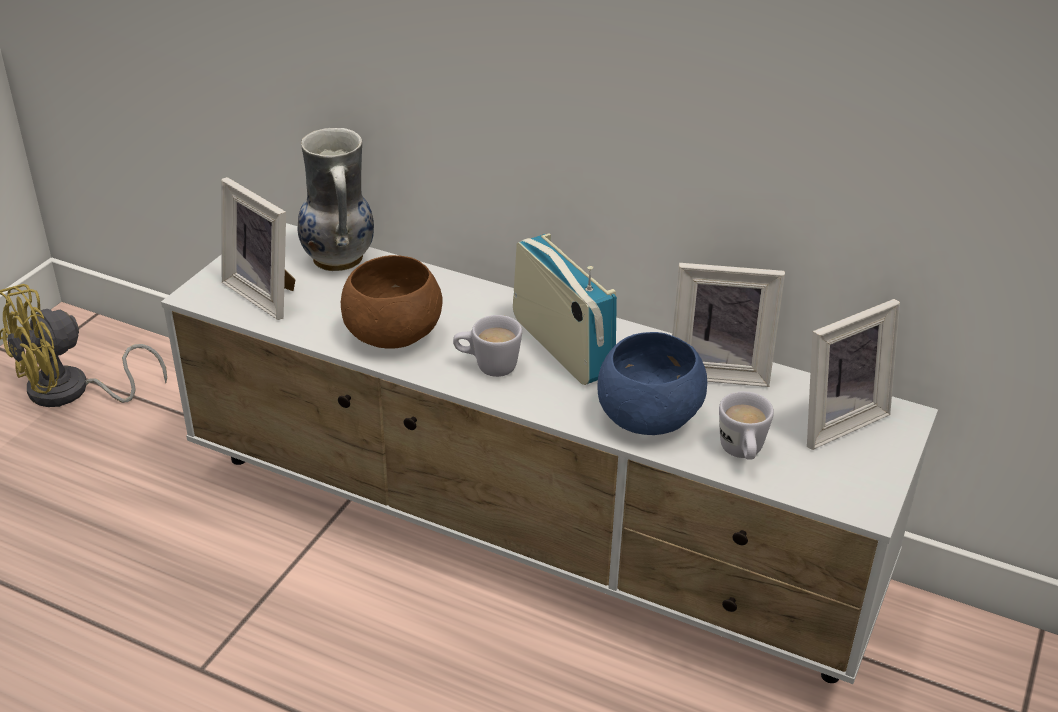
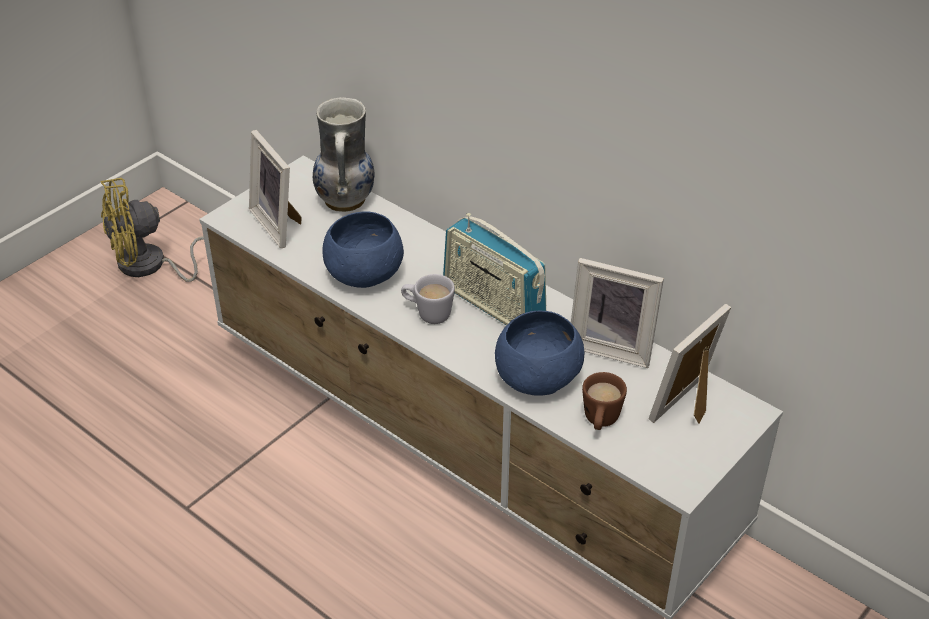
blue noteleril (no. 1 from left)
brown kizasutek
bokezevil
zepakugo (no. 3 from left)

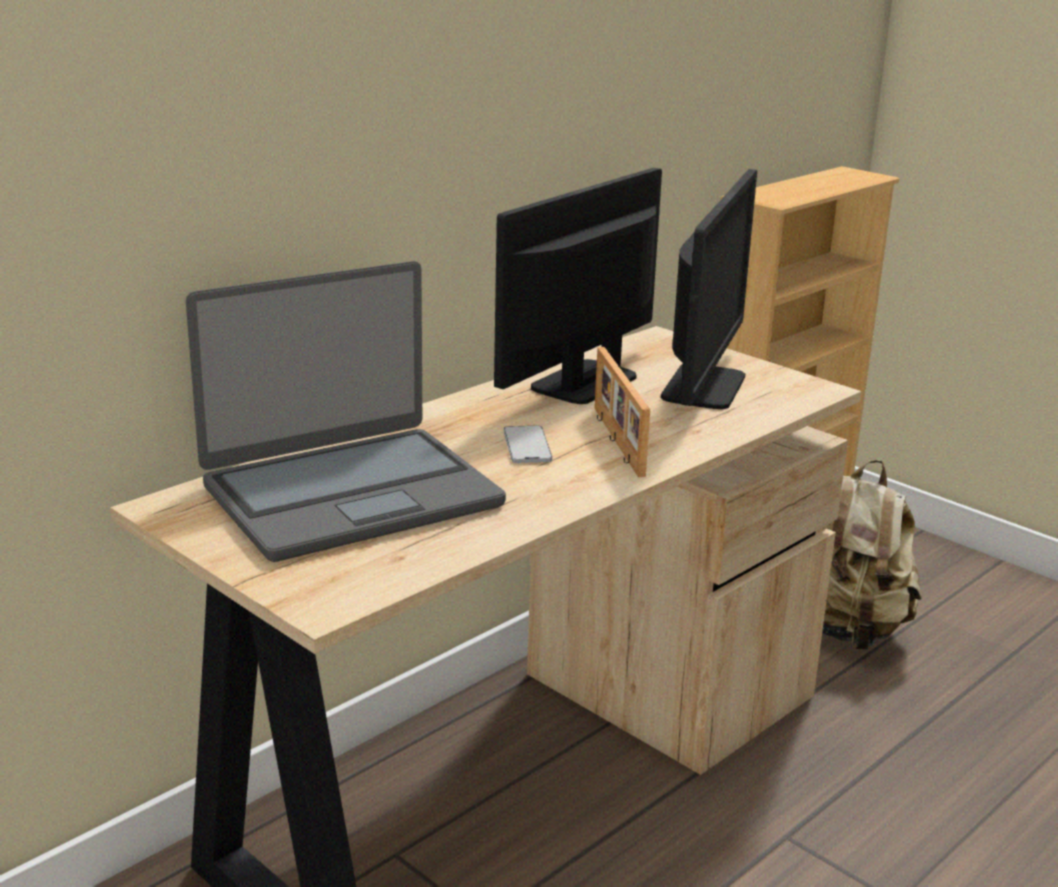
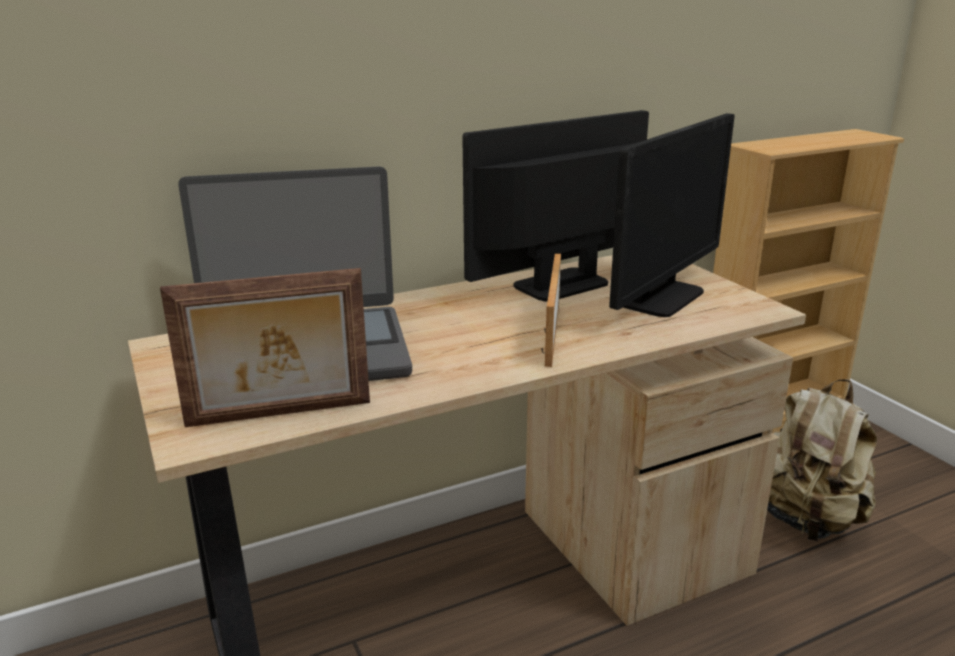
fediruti
zepakugo (no. 1 from left)

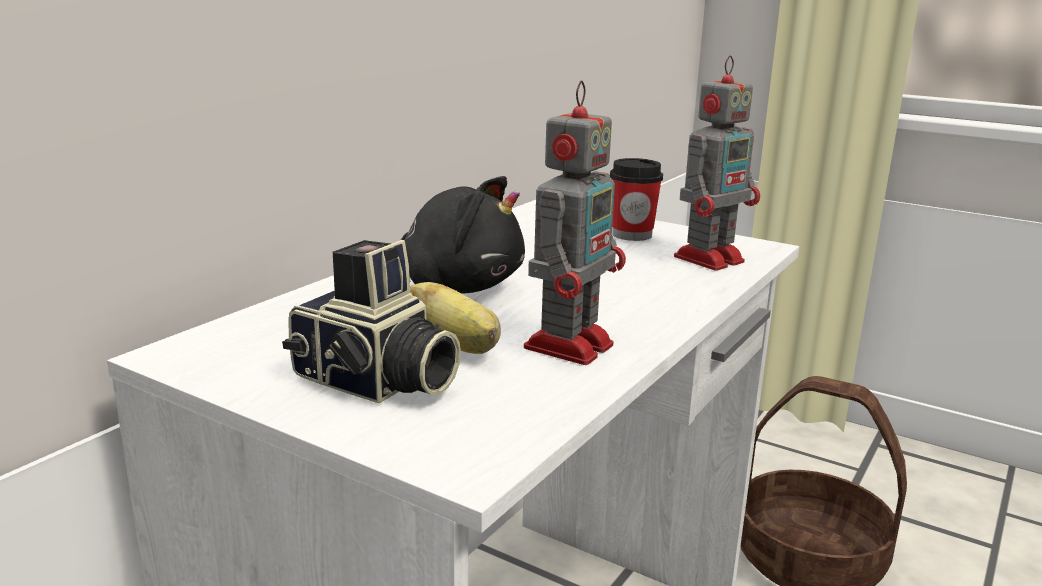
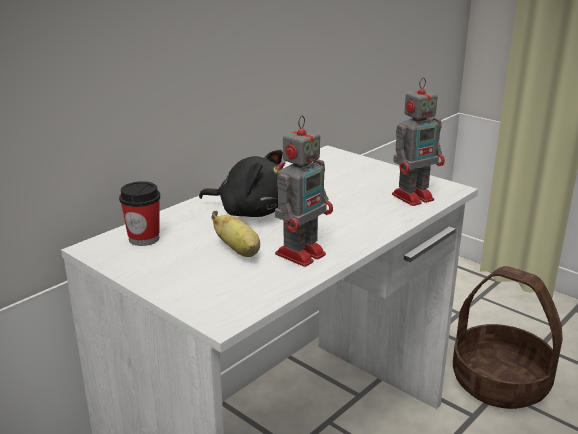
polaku
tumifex

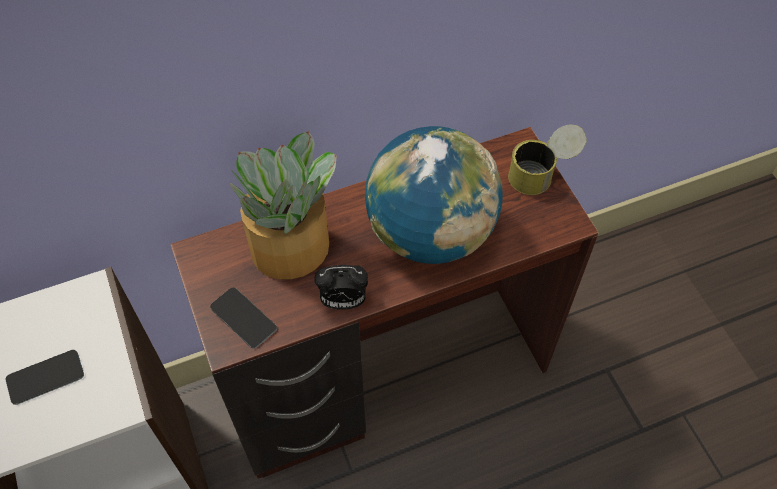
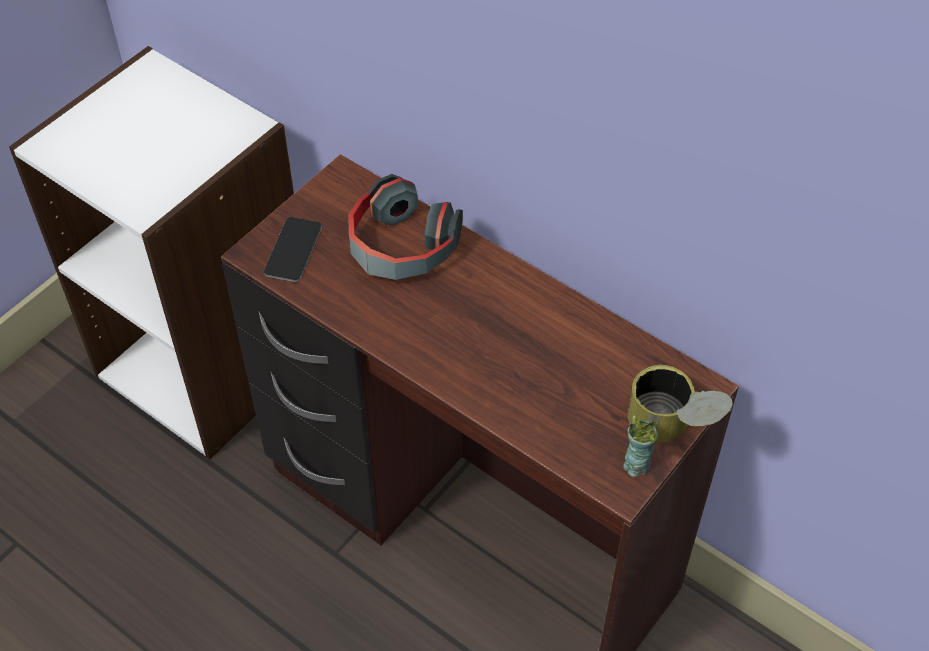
fediruti (no. 1 from left in the first image)
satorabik
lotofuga
tumifex
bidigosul

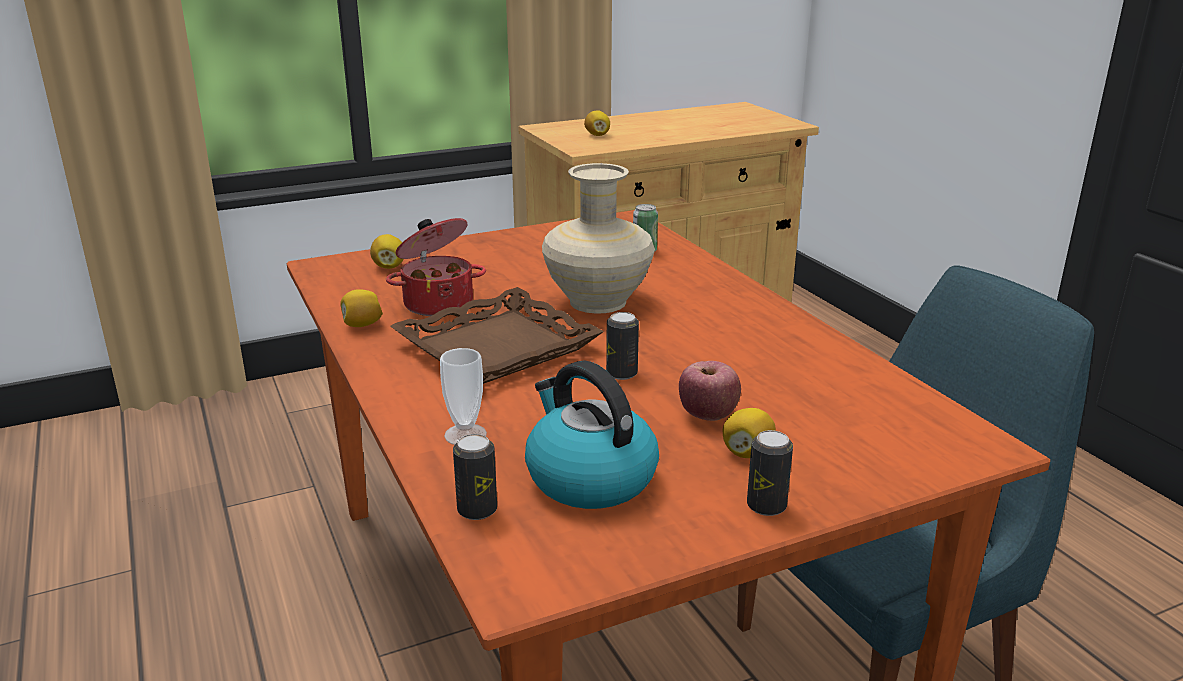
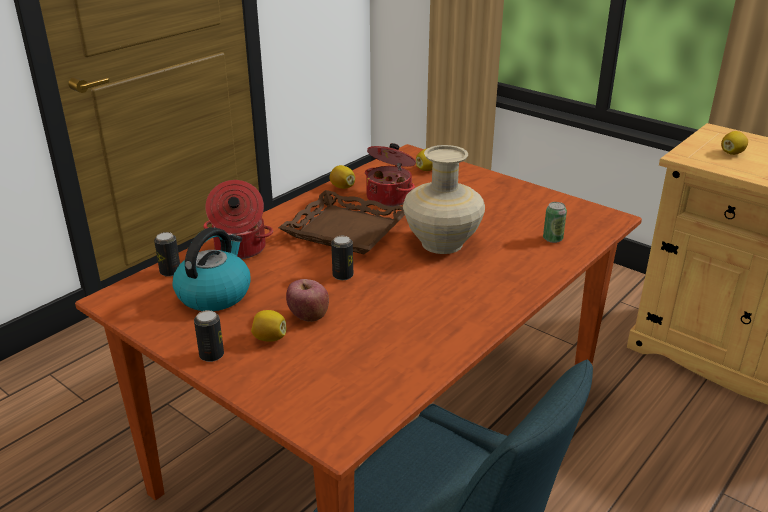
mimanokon (no. 1 from left)

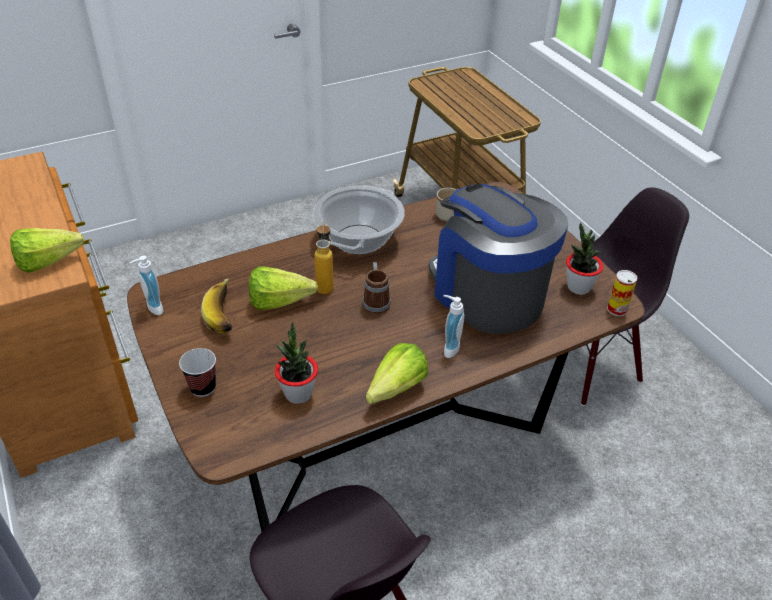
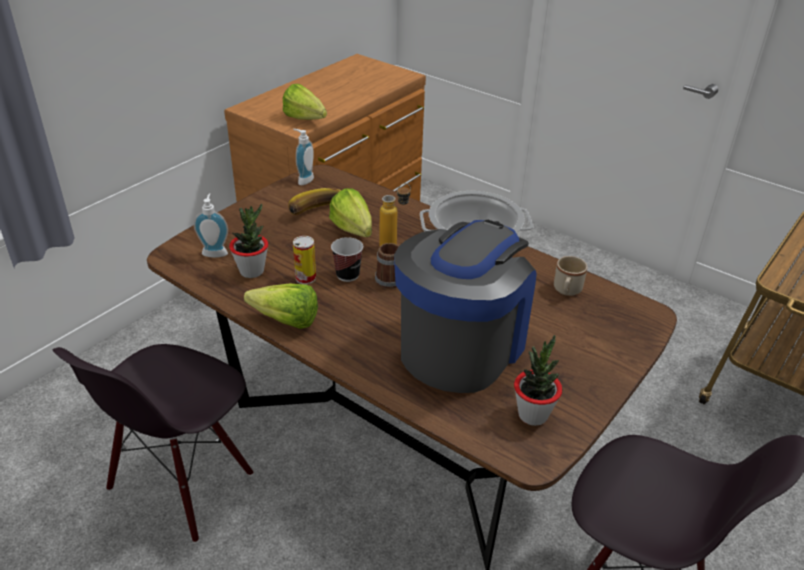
tumifex
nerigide (no. 1 from left)
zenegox

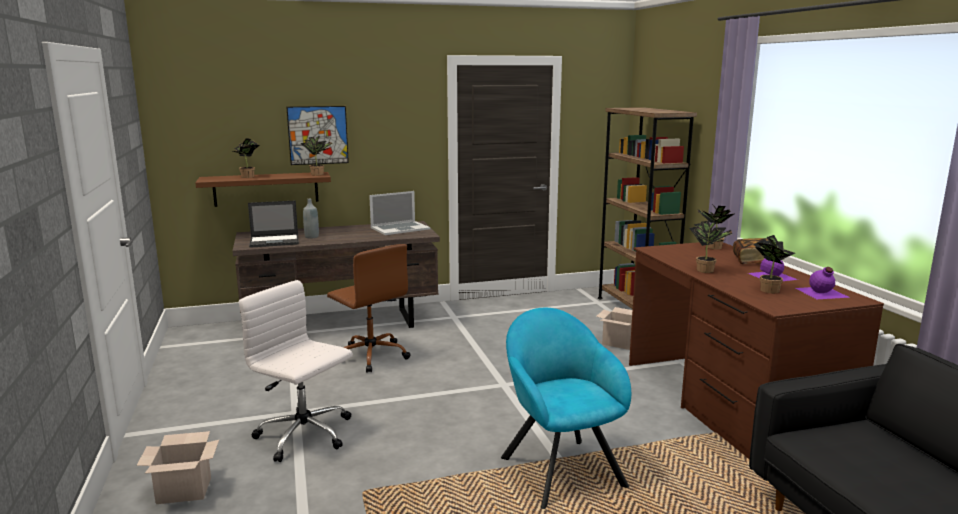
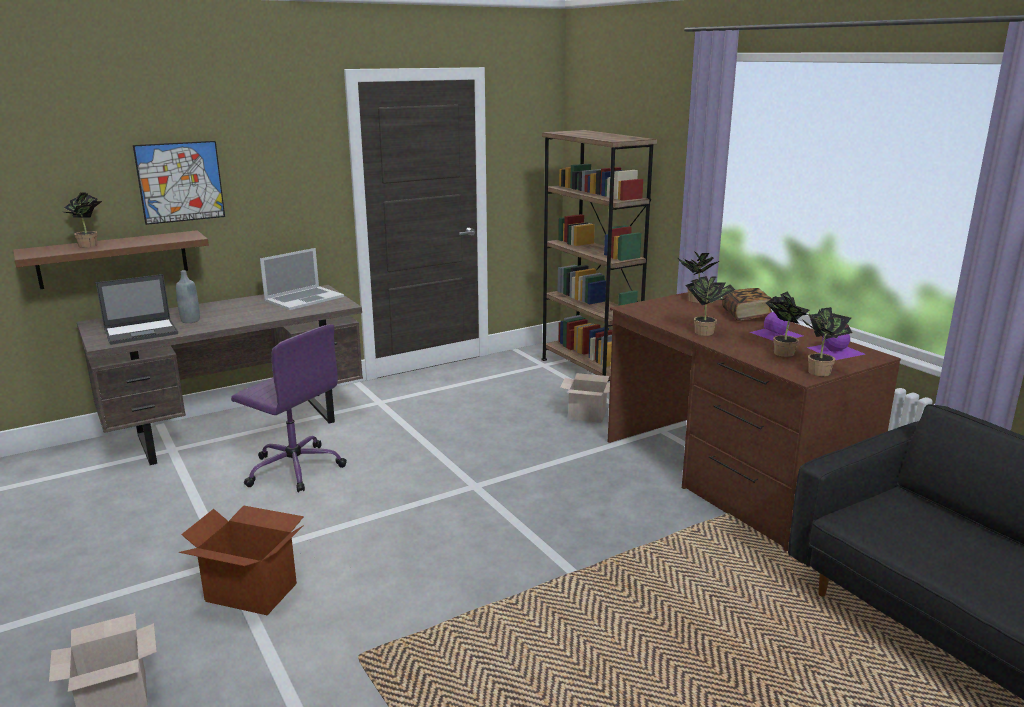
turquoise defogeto
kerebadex (no. 5 from left)
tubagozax (no. 2 from left)
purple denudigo

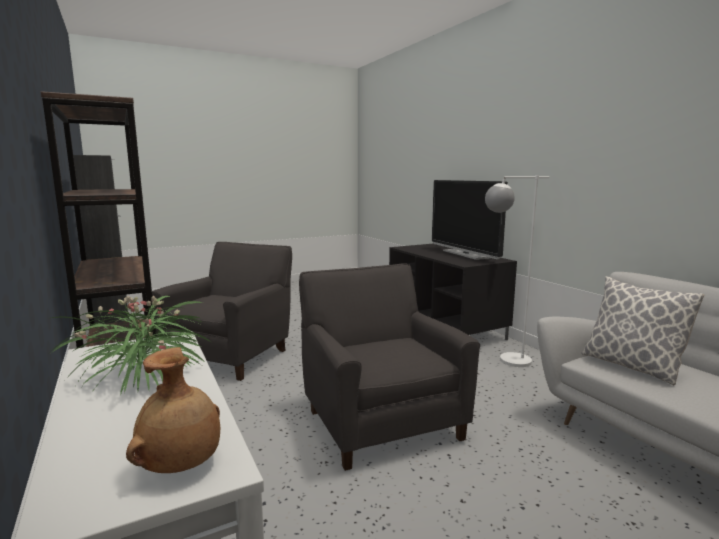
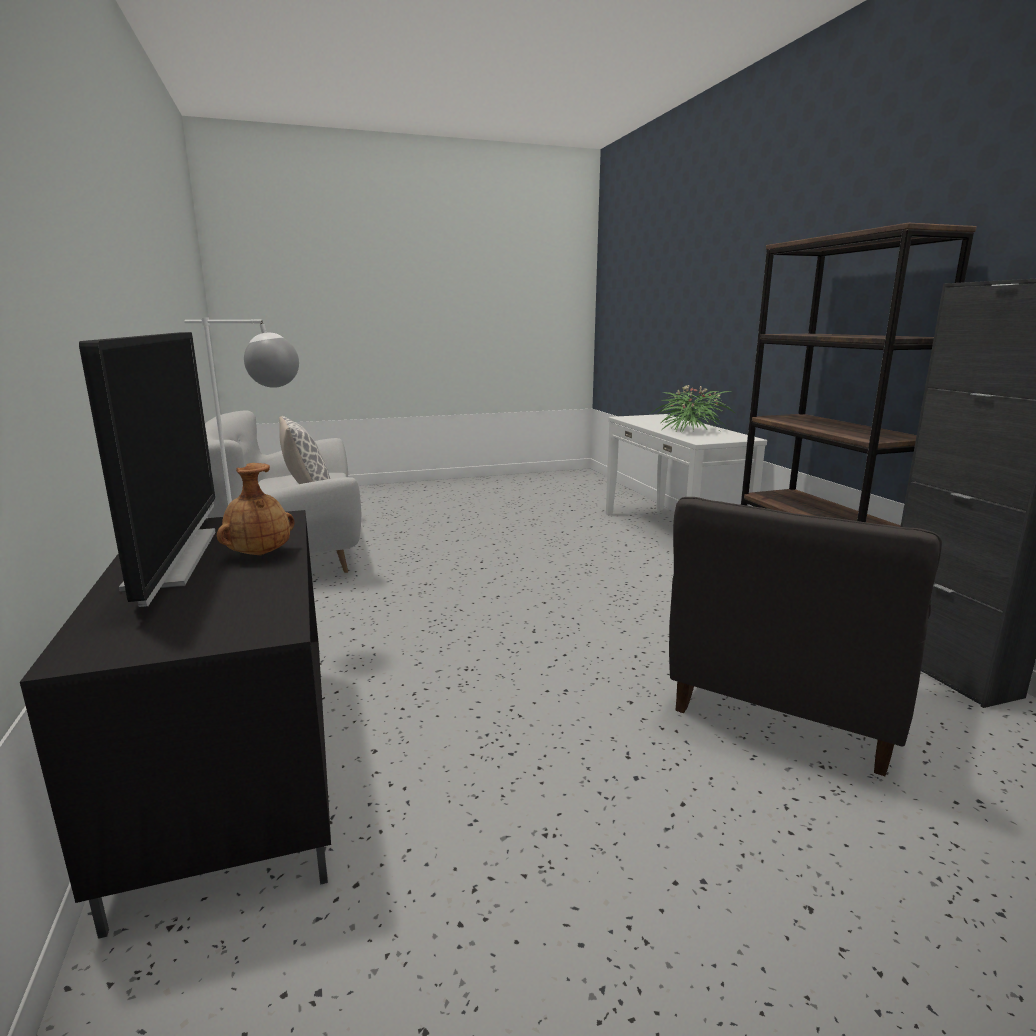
grey defogeto (no. 2 from left in the first image)
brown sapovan

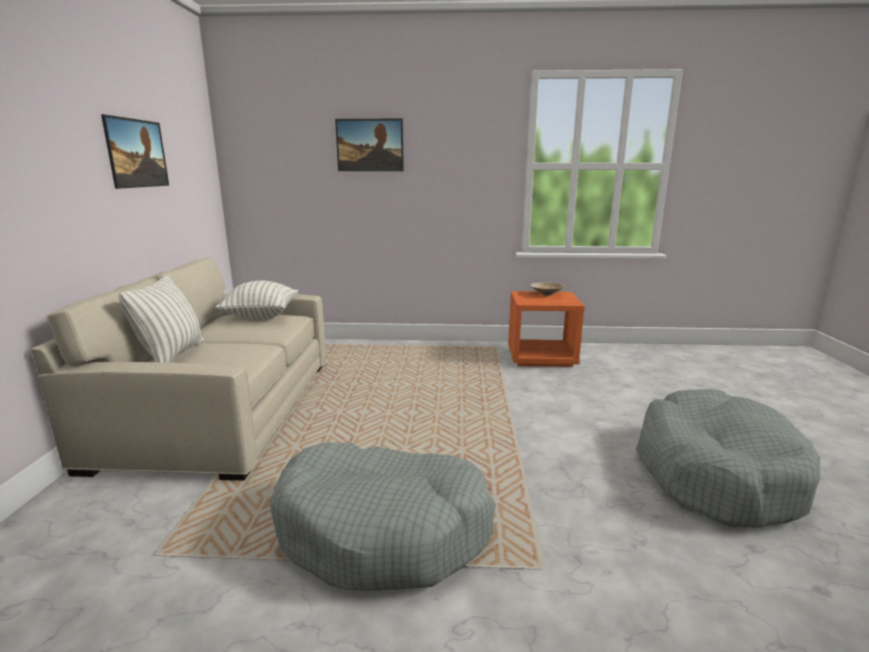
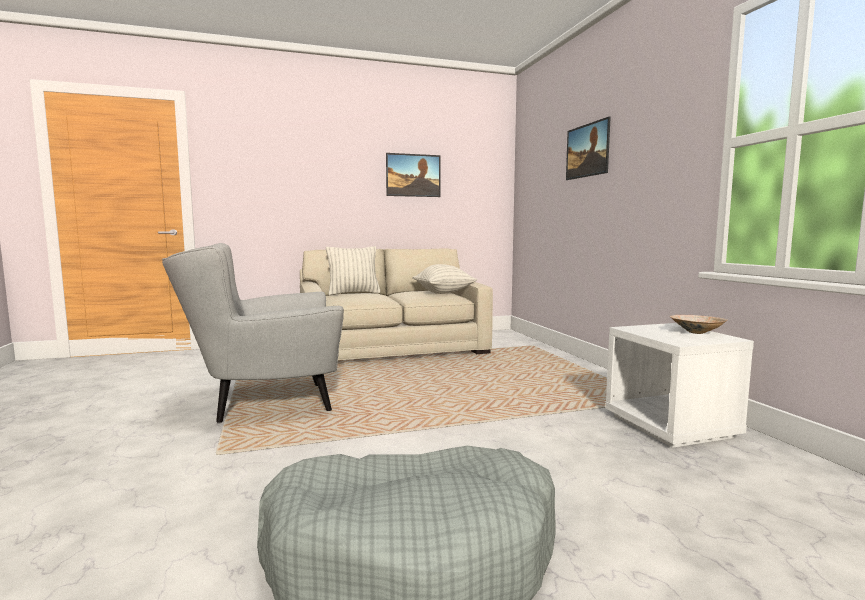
grey defogeto
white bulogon

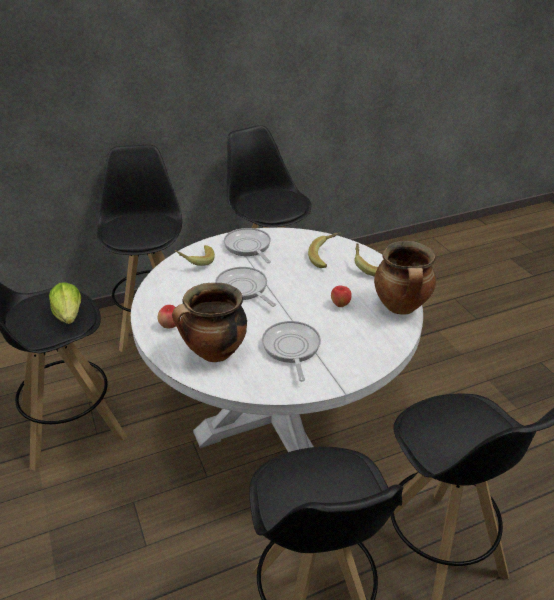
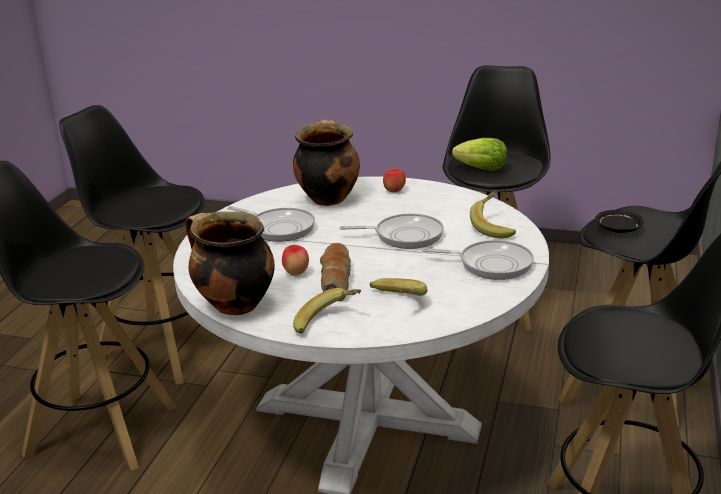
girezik
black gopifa

